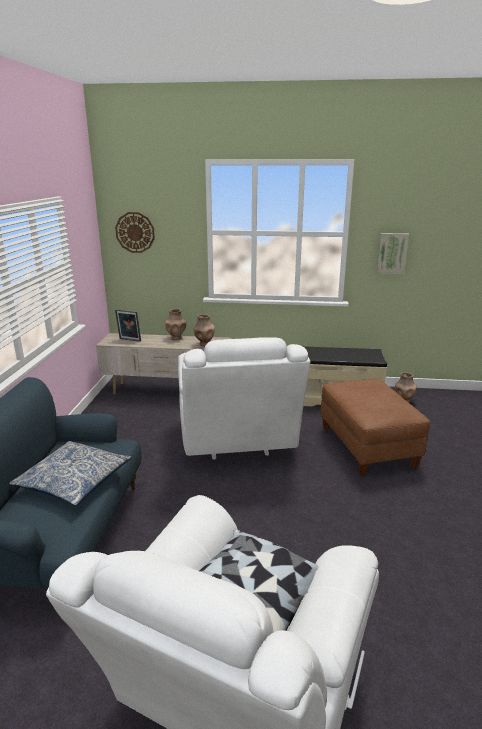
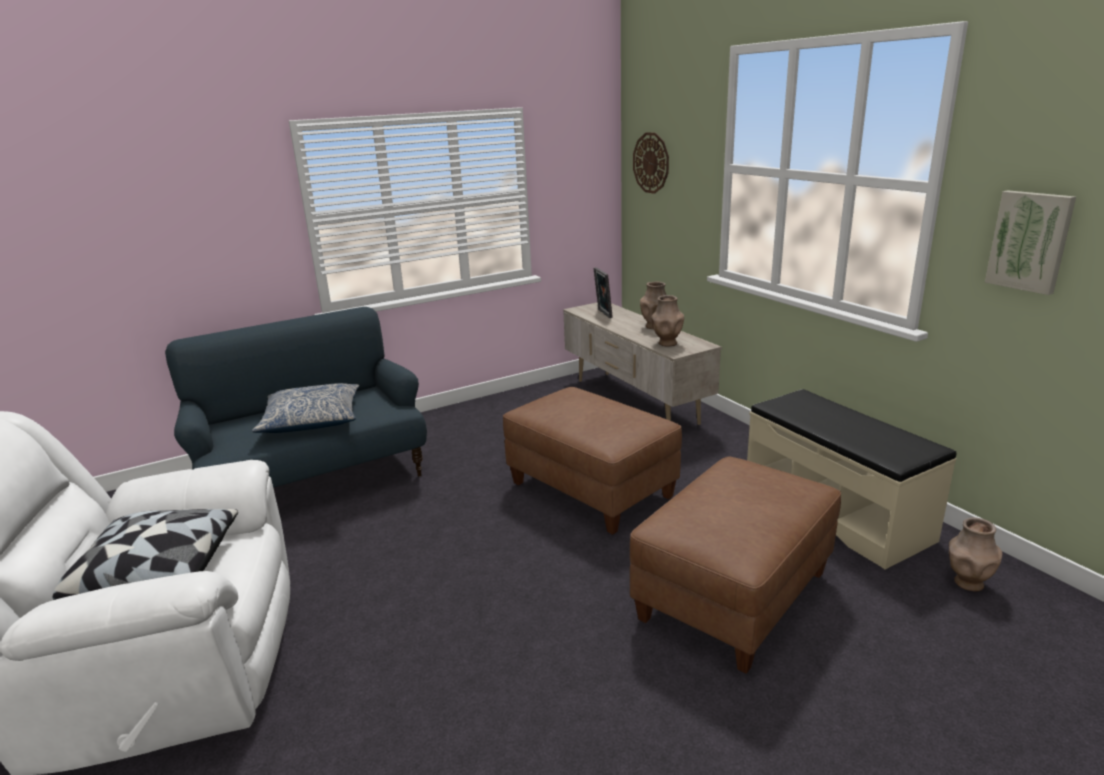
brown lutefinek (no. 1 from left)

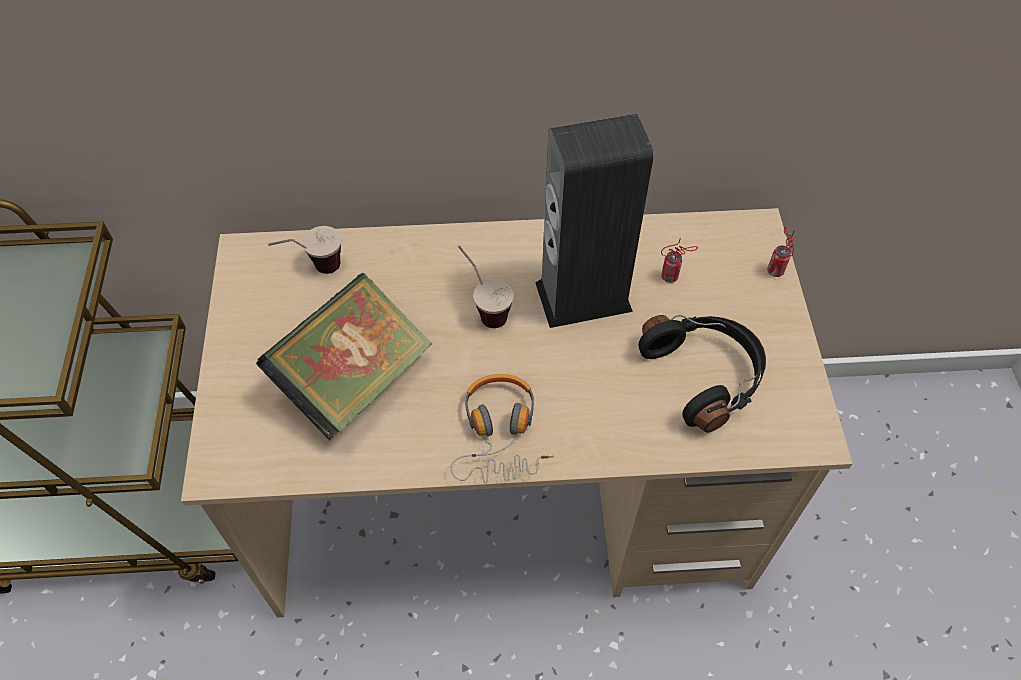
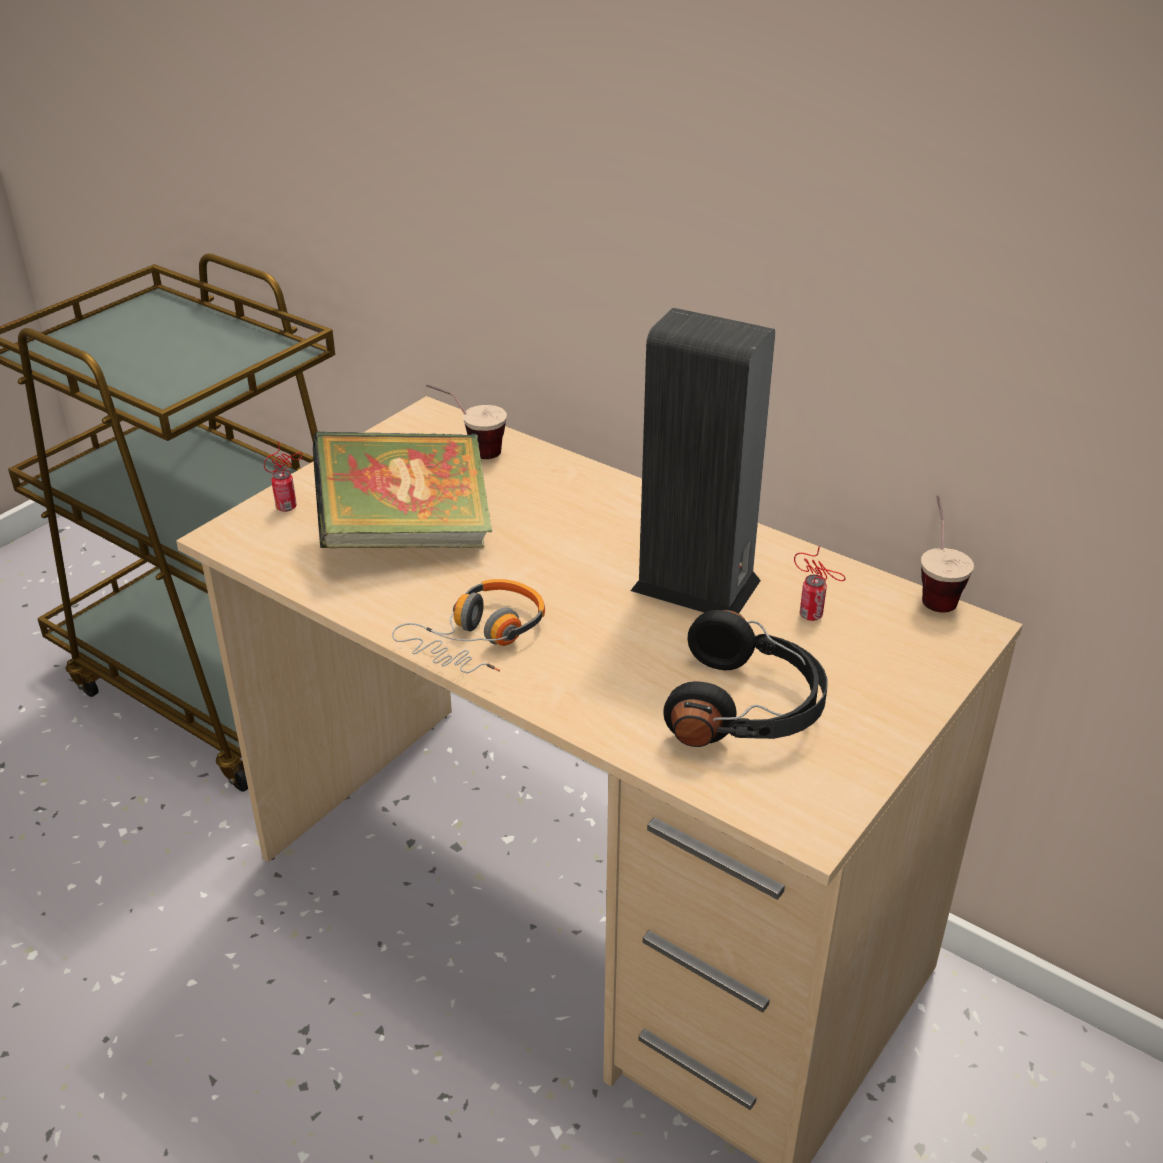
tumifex (no. 2 from left)
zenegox (no. 1 from left)

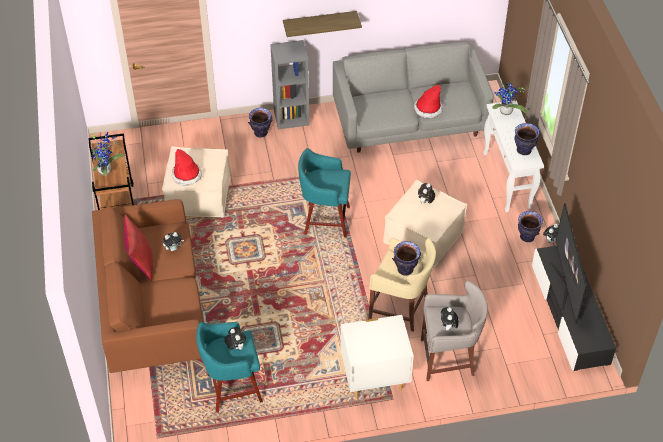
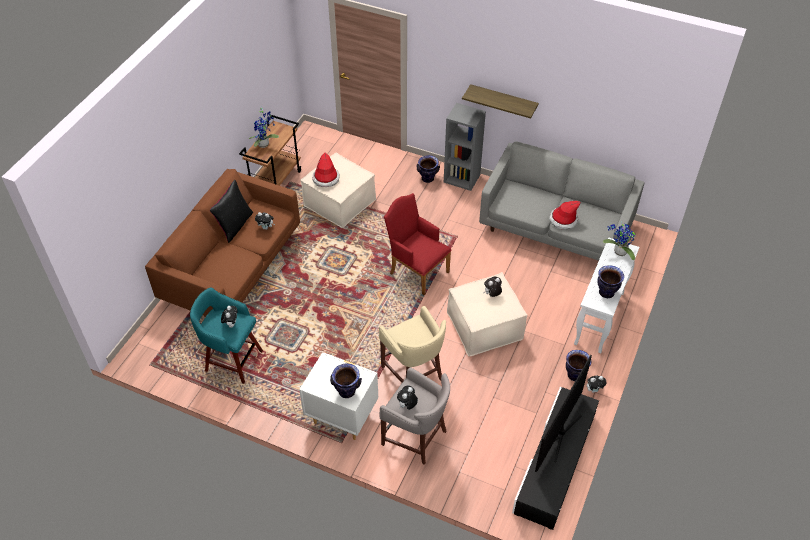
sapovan (no. 1 from left)
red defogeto
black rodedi

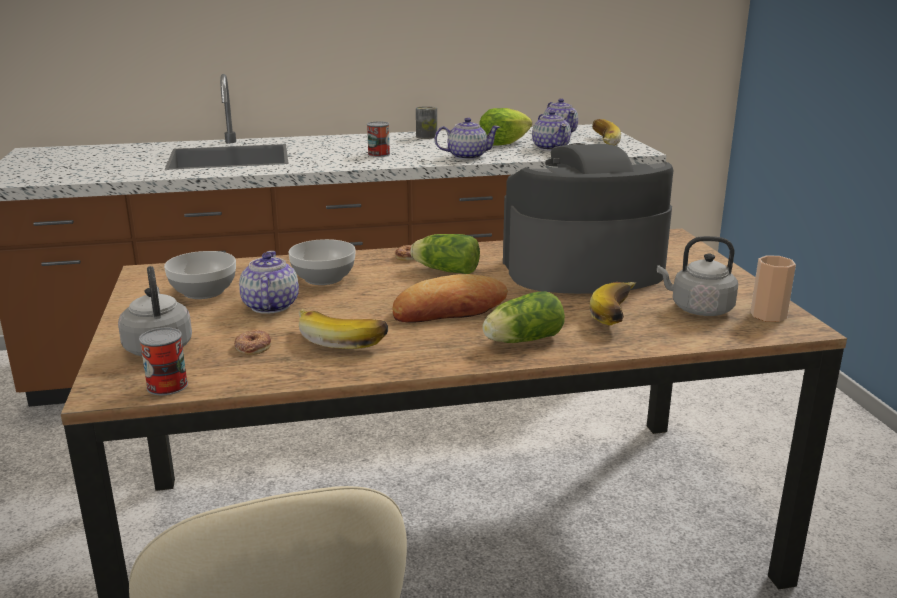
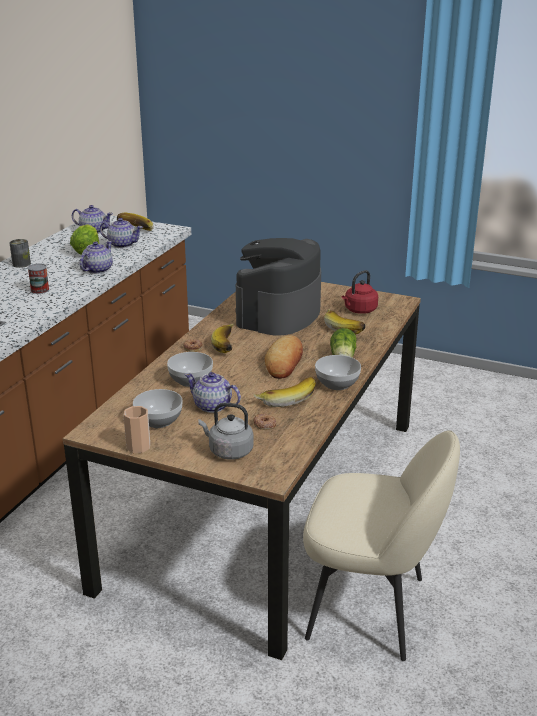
zenegox (no. 1 from left in the first image)
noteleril (no. 3 from left)
tumifex
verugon (no. 2 from left)
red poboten

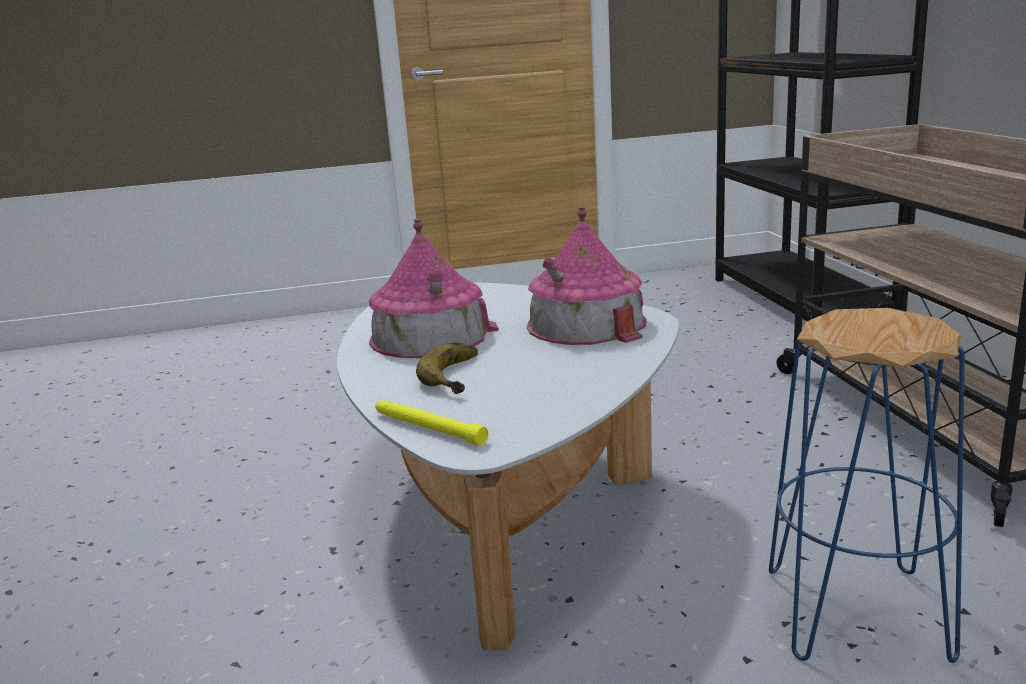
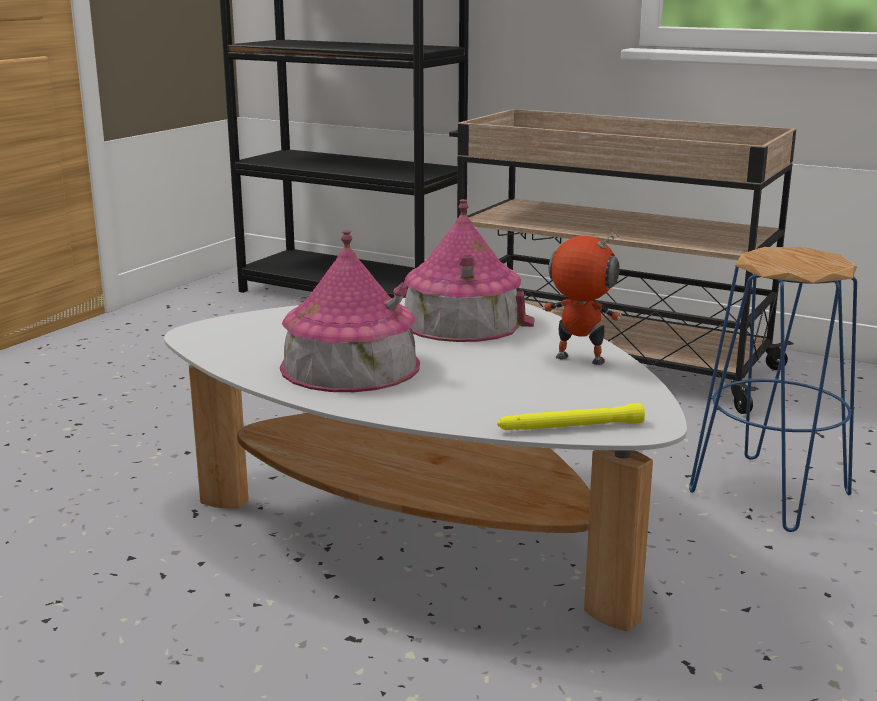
verugon
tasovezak

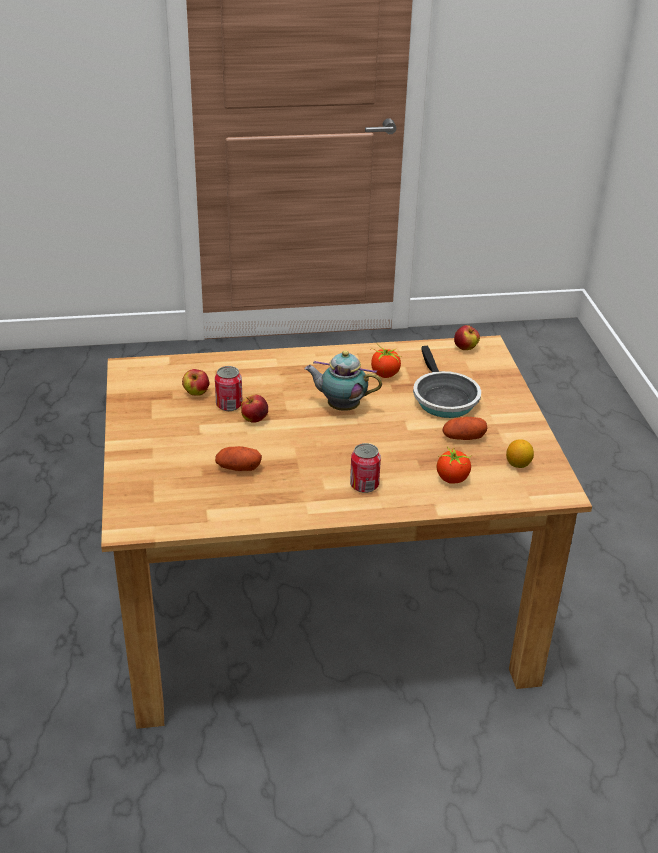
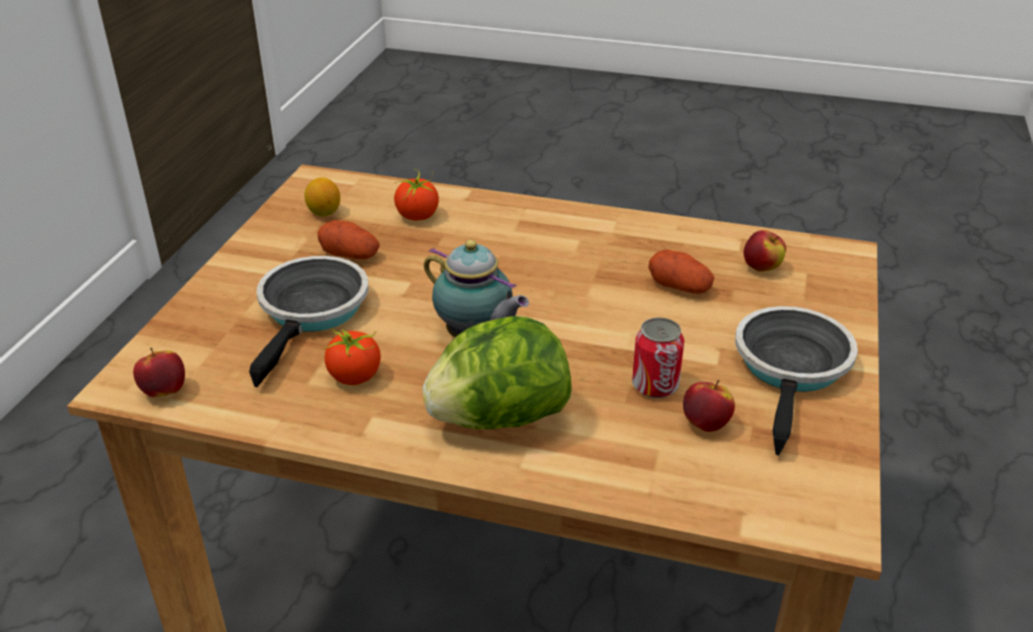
zenegox (no. 2 from left in the first image)
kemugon
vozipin (no. 2 from left)
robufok (no. 3 from left)

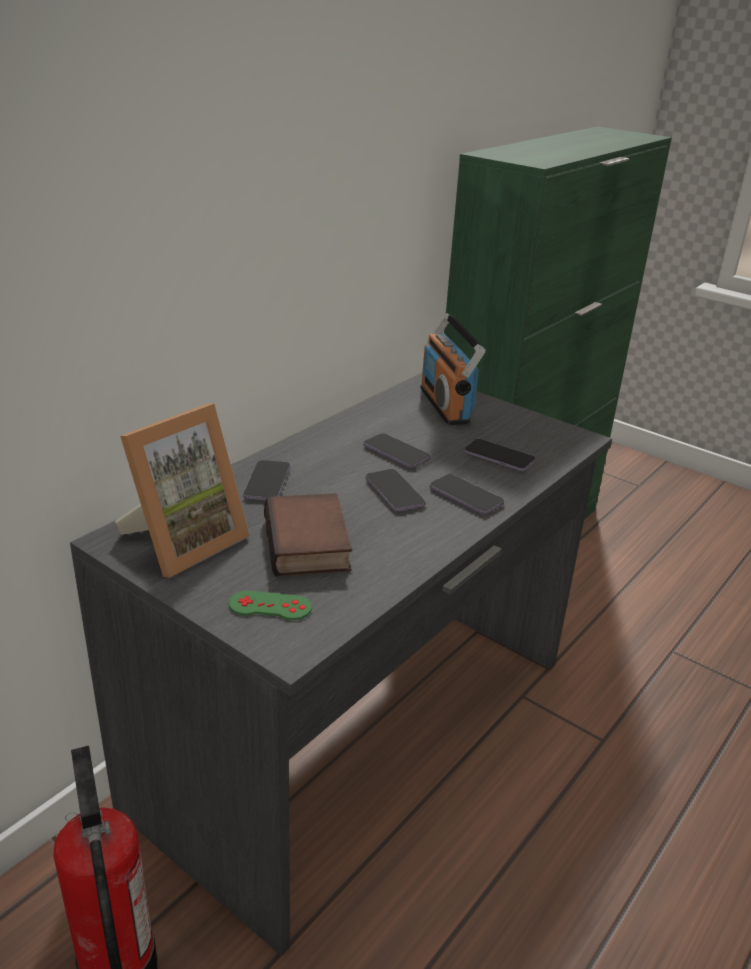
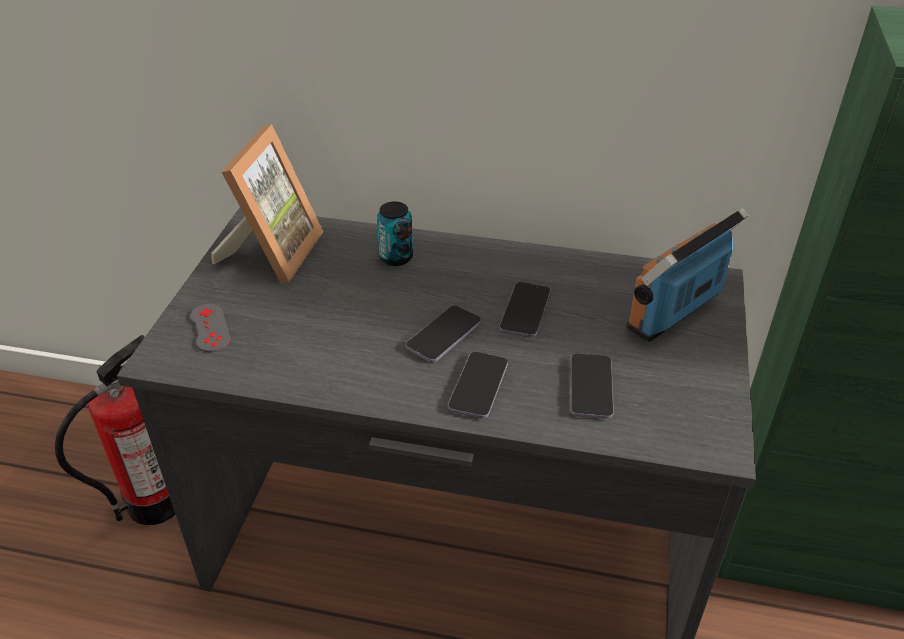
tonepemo
zenegox
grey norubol
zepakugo

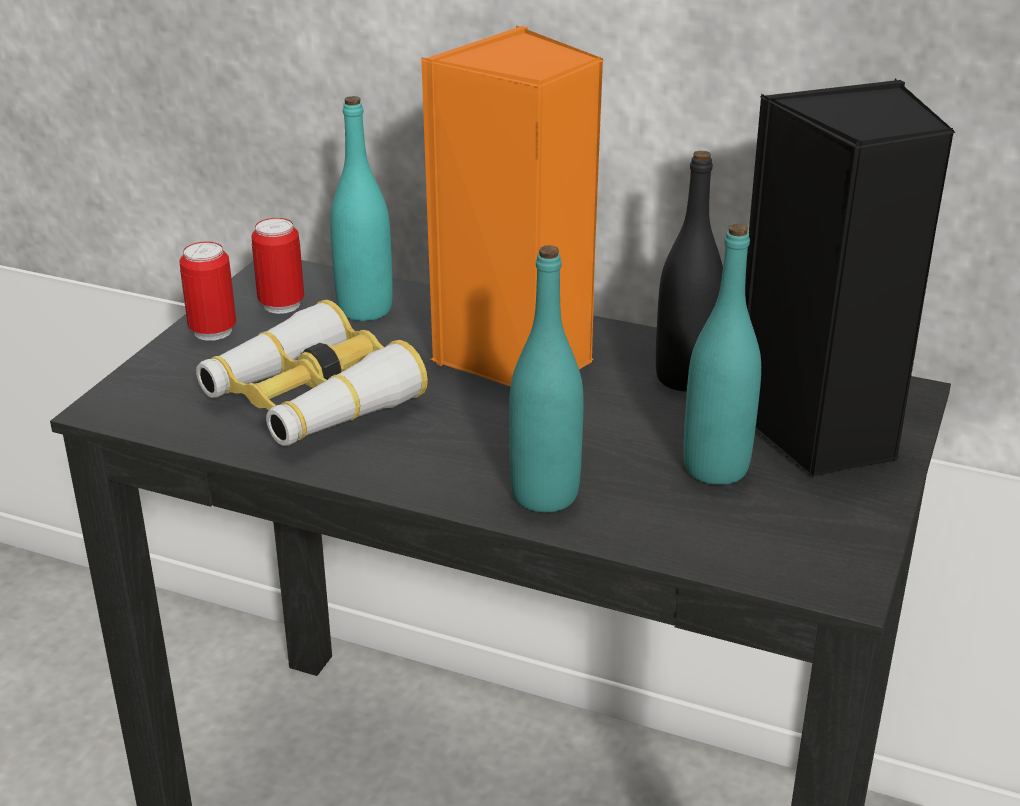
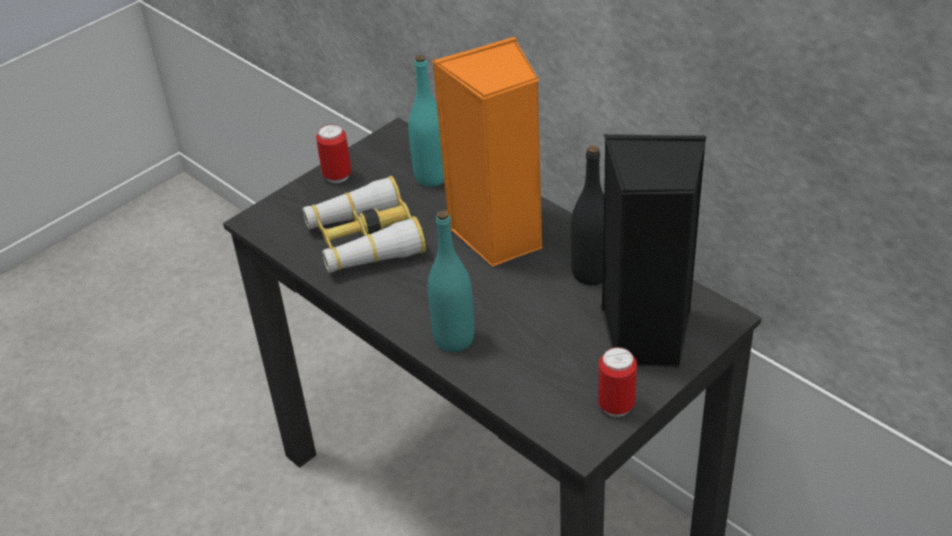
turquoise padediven (no. 3 from left in the first image)
zenegox (no. 2 from left)

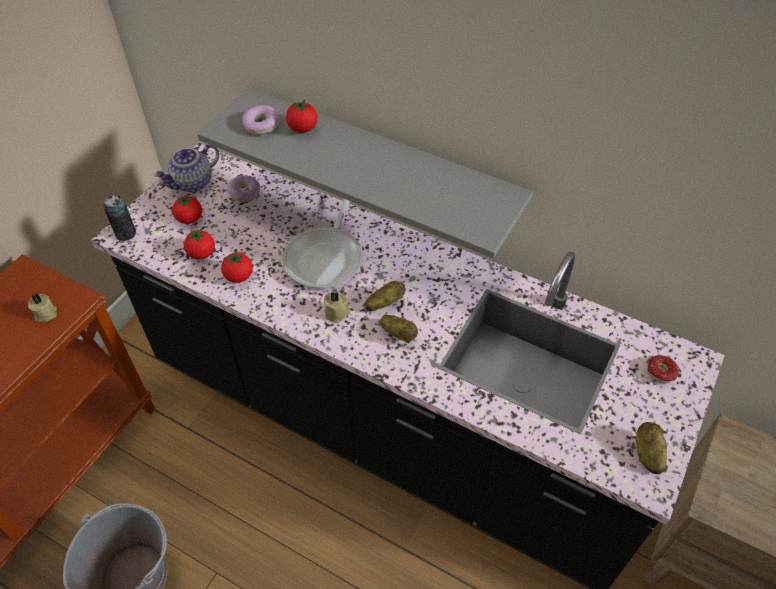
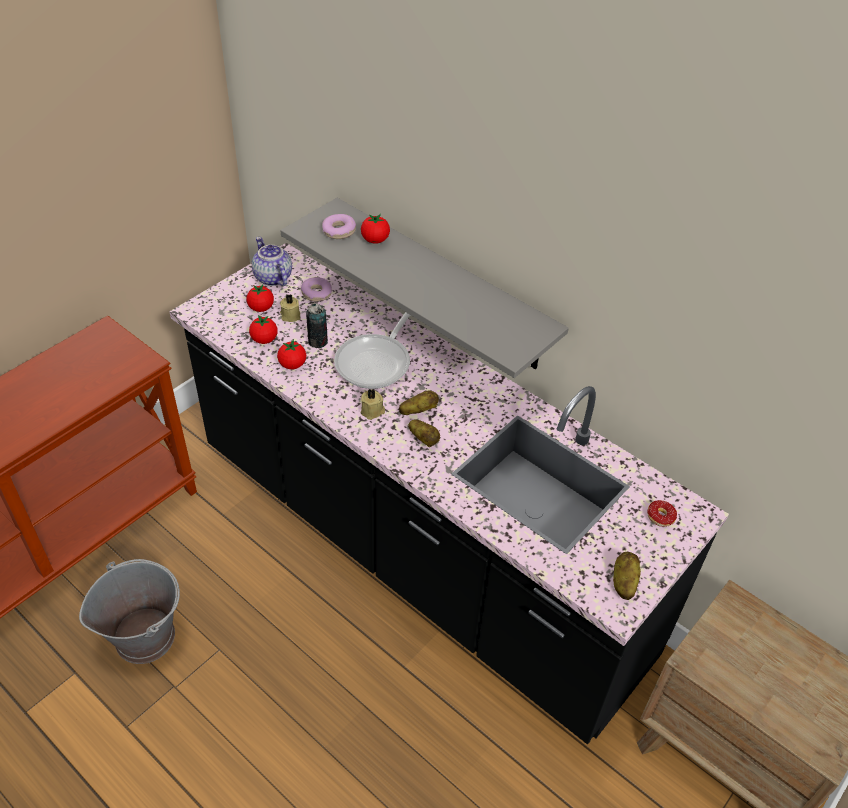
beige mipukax (no. 1 from left)
zenegox
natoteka

